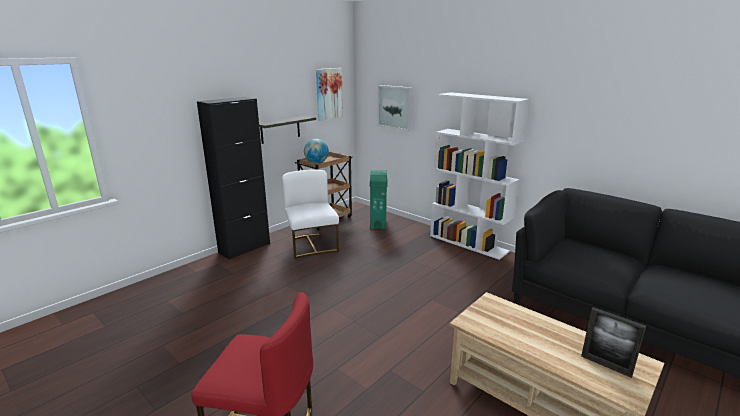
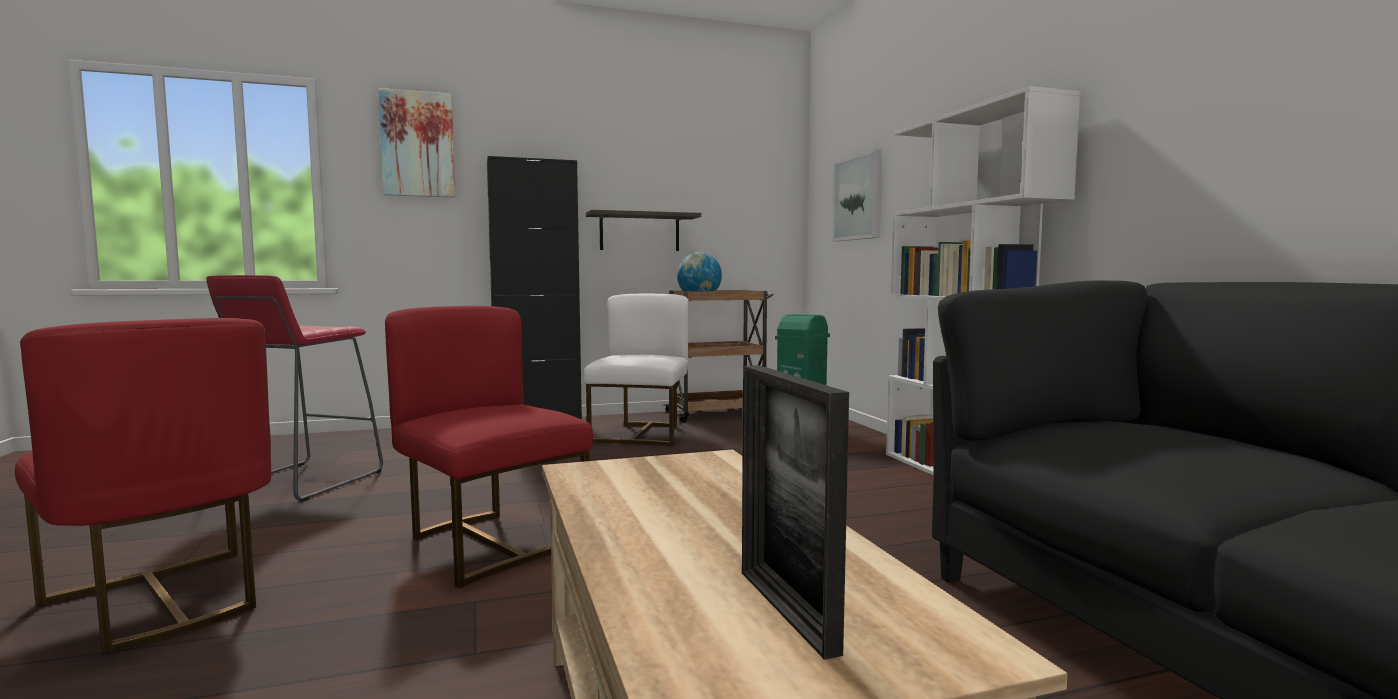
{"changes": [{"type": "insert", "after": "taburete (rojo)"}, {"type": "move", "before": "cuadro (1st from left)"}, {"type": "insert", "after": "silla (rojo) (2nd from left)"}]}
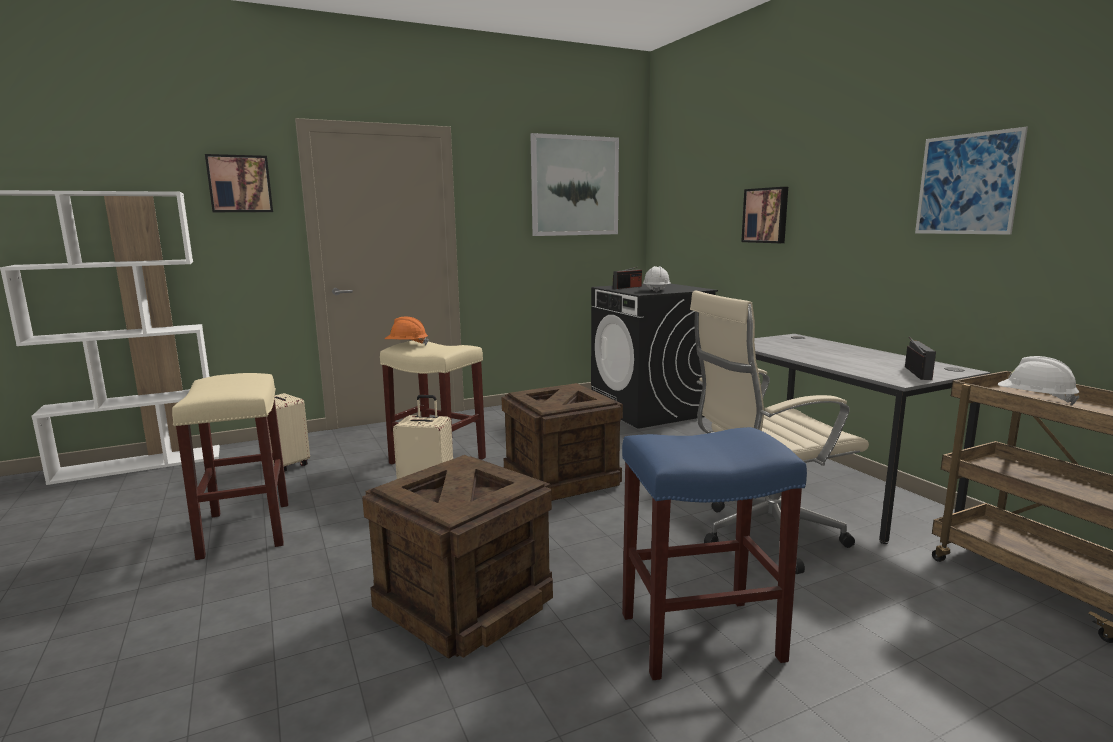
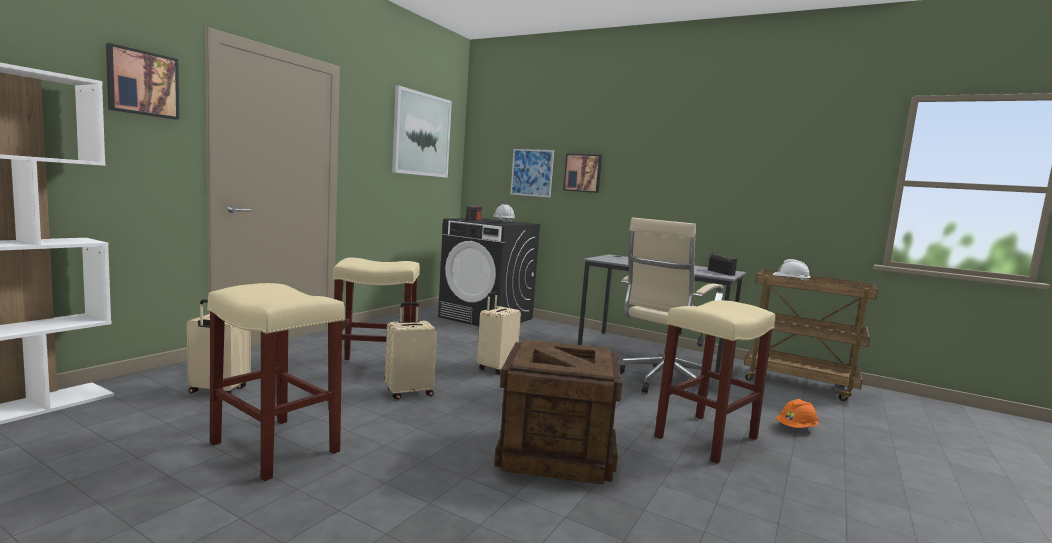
{"changes": [{"type": "replace", "before": "caja de embalaje (2nd from left)", "after": "maleta (beis) (3rd from left)"}, {"type": "move", "before": "cuadro (4th from left in the first image)", "after": "cuadro (3rd from left)"}, {"type": "recolor", "before": "taburete (azul)", "after": "taburete (beis) (3rd from left)"}, {"type": "move", "before": "casco (naranja)"}]}
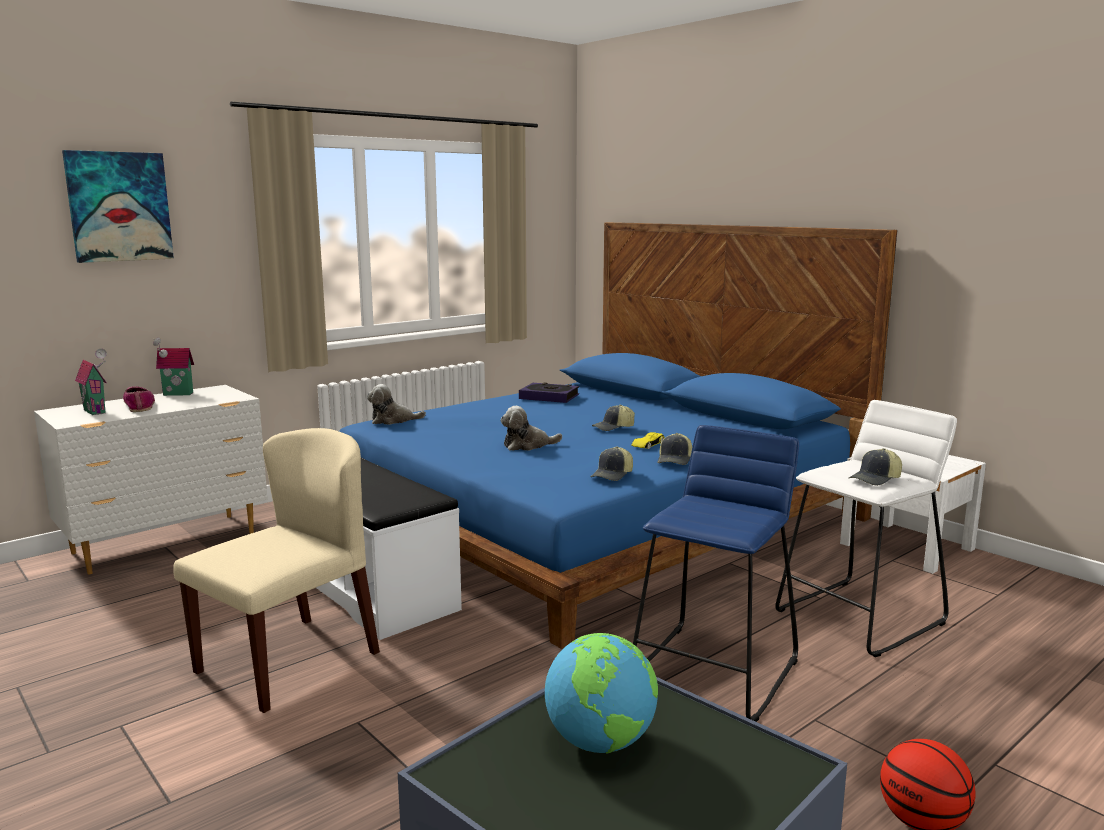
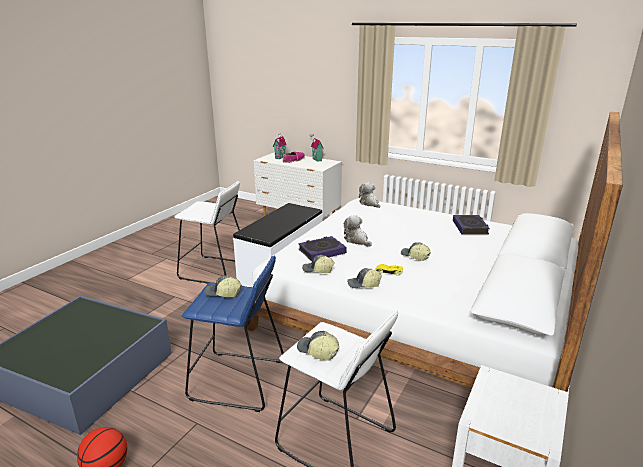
{"changes": [{"type": "replace", "before": "silla (beis)", "after": "taburete (blanco) (1st from left)"}, {"type": "insert", "after": "gorra (1st from left)"}, {"type": "recolor", "before": "cama (azul)", "after": "cama (blanco)"}, {"type": "insert", "after": "libro (1st from left)"}, {"type": "delete", "before": "cuadro"}, {"type": "delete", "before": "globo terráqueo"}]}
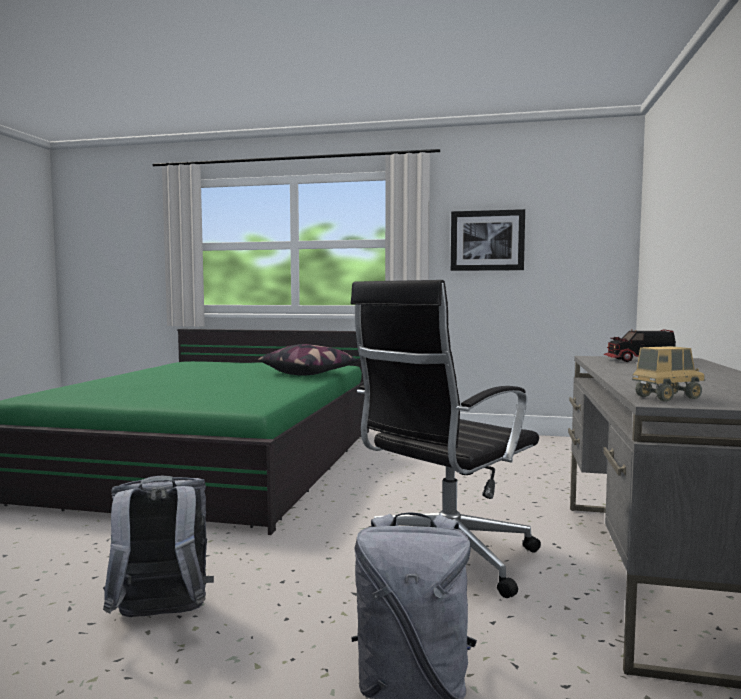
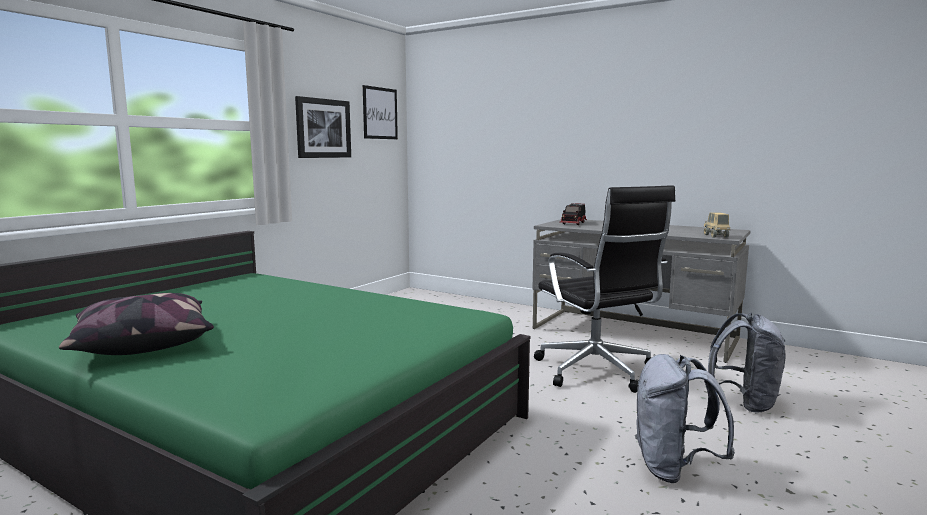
{"changes": [{"type": "move", "before": "cojín"}, {"type": "insert", "after": "cuadro (2nd from left)"}]}
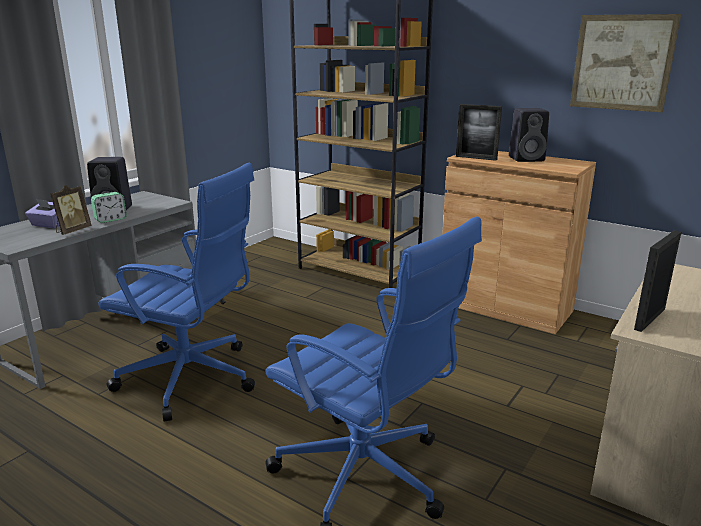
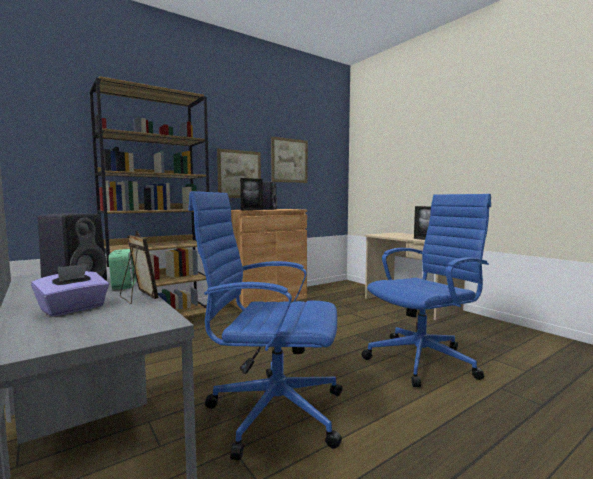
{"changes": [{"type": "rotate", "before": "silla de oficina (azul) (1st from left)", "turn": -120}, {"type": "insert", "after": "cuadro (1st from left)"}]}
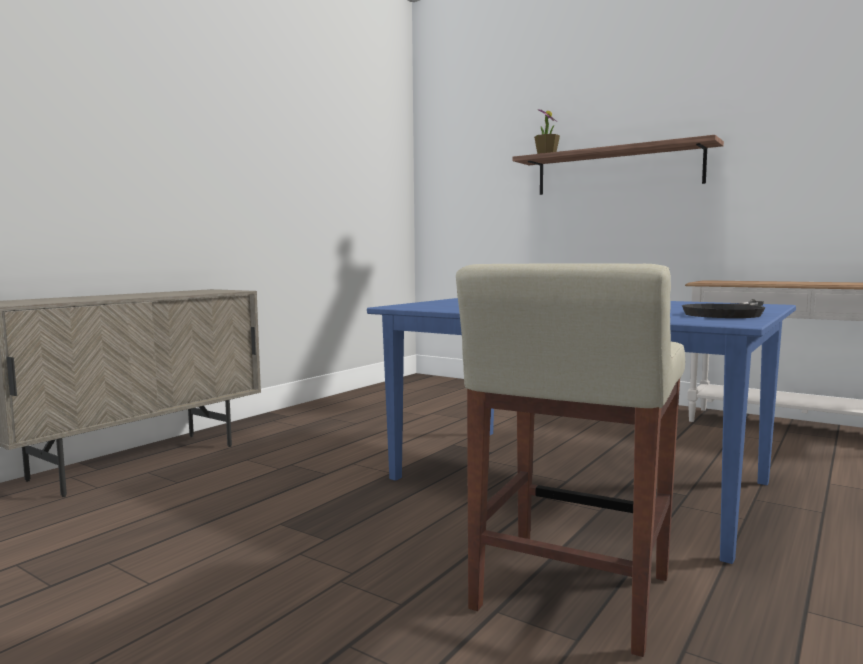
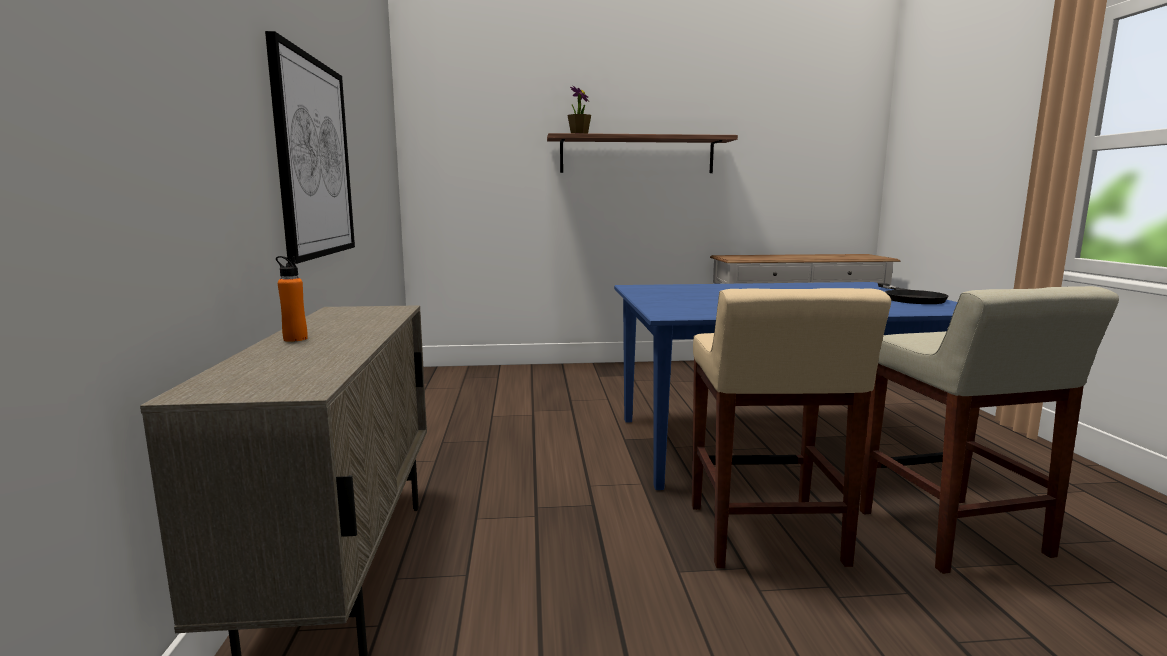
{"changes": [{"type": "insert", "after": "cuadro"}, {"type": "insert", "after": "botella (naranja)"}, {"type": "insert", "after": "taburete (beis) (1st from left)"}]}
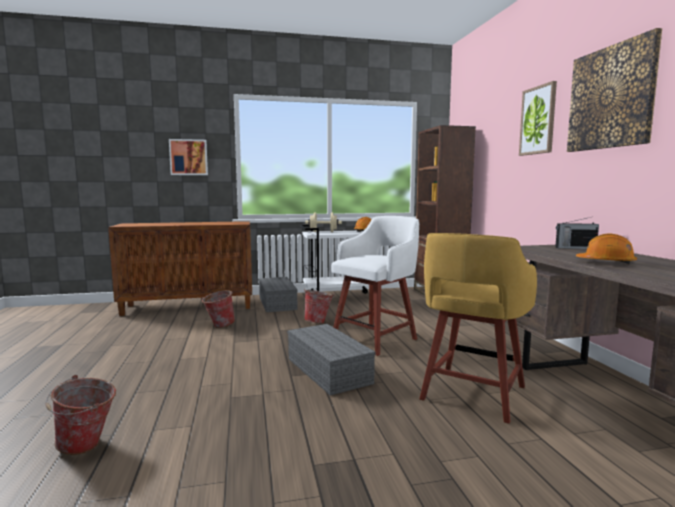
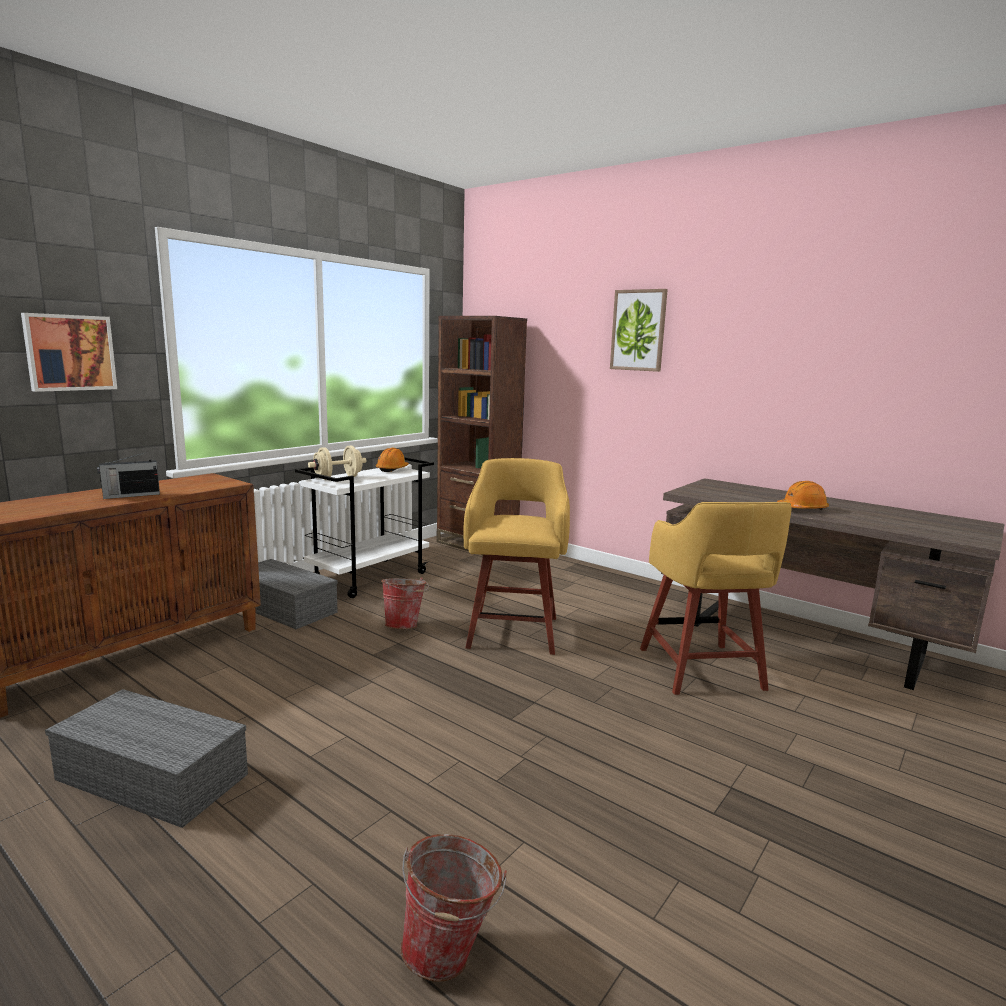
{"changes": [{"type": "move", "before": "caja de almacenaje (gris) (2nd from left in the first image)", "after": "caja de almacenaje (gris) (1st from left)"}, {"type": "move", "before": "radio"}, {"type": "recolor", "before": "taburete (blanco)", "after": "taburete (amarillo) (1st from left)"}, {"type": "delete", "before": "cubo (2nd from left)"}, {"type": "delete", "before": "cuadro (3rd from left)"}]}
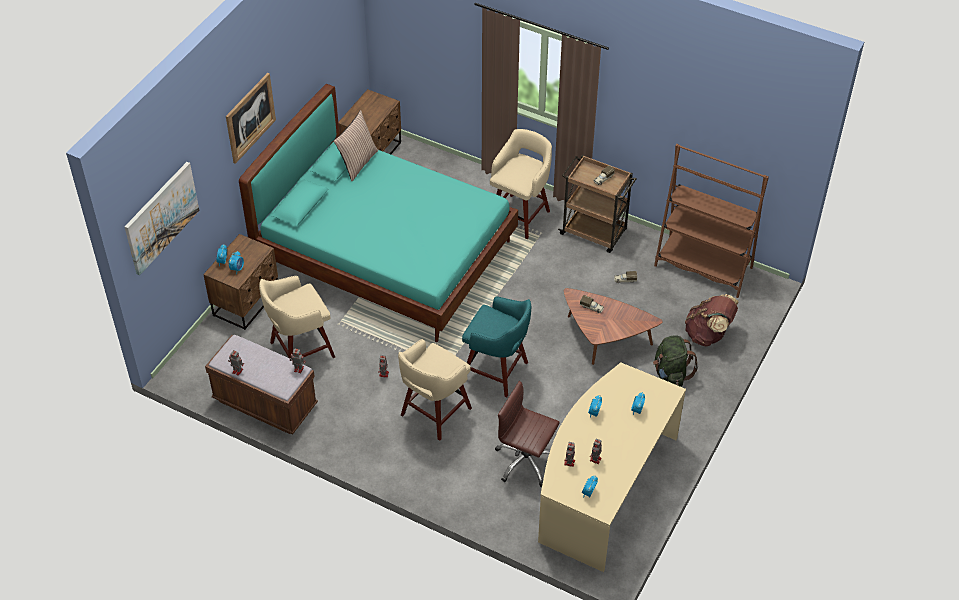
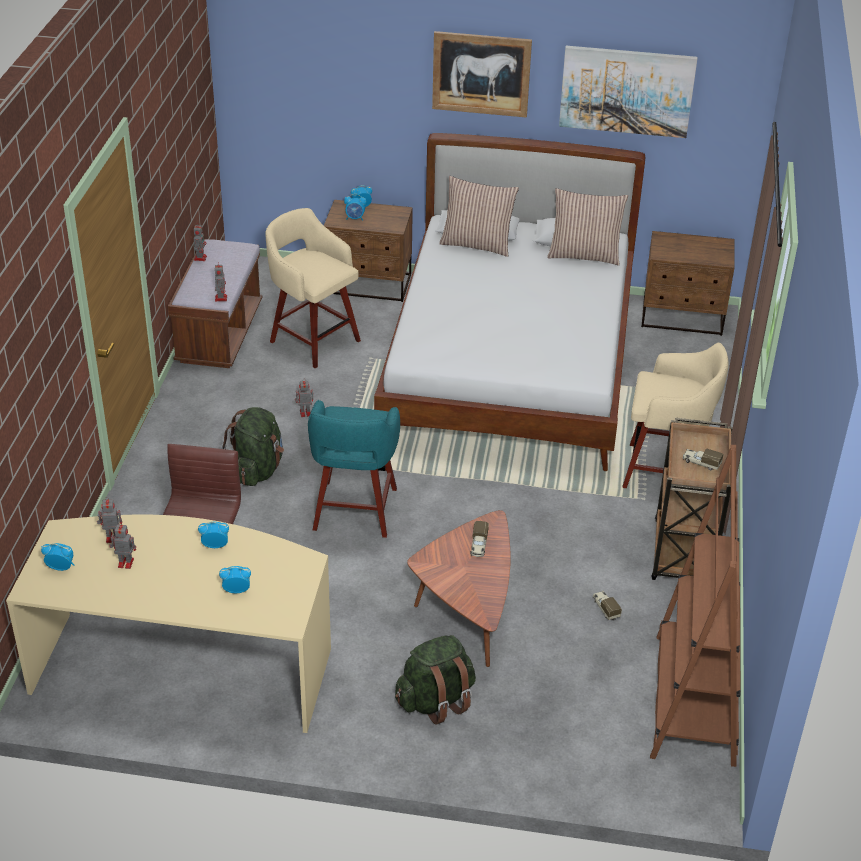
{"changes": [{"type": "replace", "before": "taburete (beis) (2nd from left)", "after": "mochila (verde) (1st from left)"}, {"type": "recolor", "before": "cama (turquesa)", "after": "cama (blanco)"}, {"type": "insert", "after": "cojín (1st from left)"}, {"type": "move", "before": "cuadro (1st from left in the first image)", "after": "cuadro (2nd from left)"}, {"type": "delete", "before": "mochila (marrón)"}]}
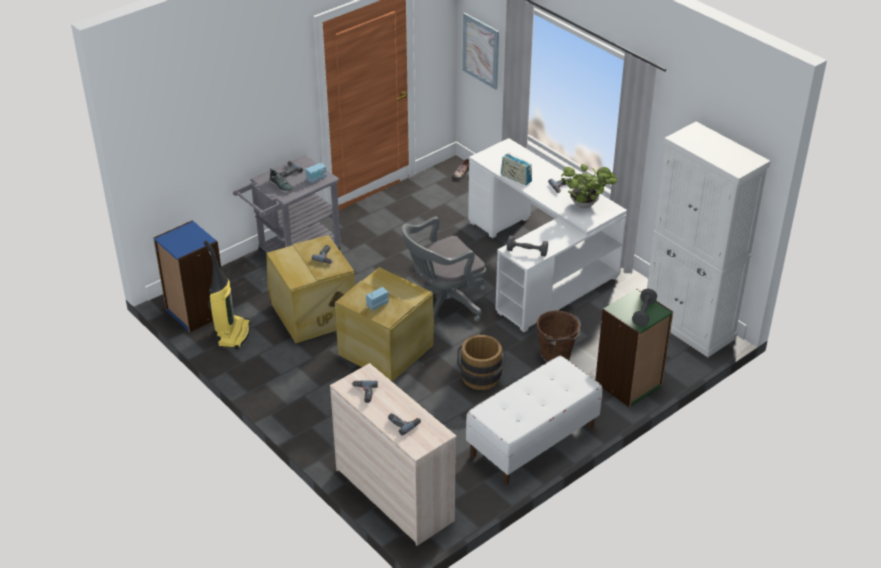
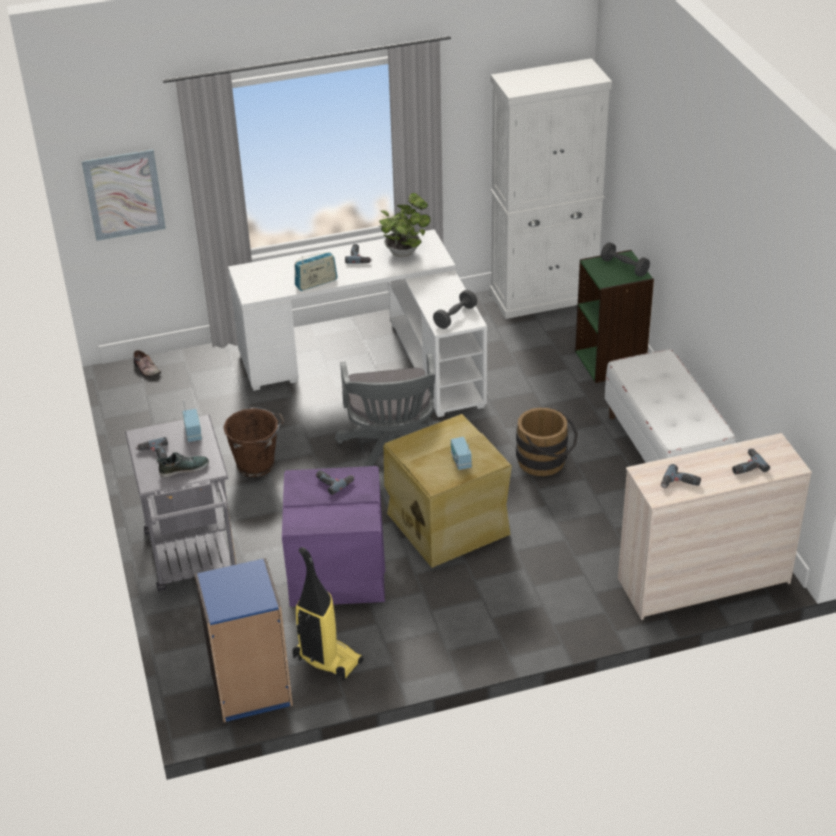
{"changes": [{"type": "move", "before": "cubo (marrón) (2nd from left in the first image)", "after": "cubo (marrón) (1st from left)"}, {"type": "recolor", "before": "caja de almacenaje (beis) (1st from left)", "after": "caja de almacenaje (morado)"}]}
